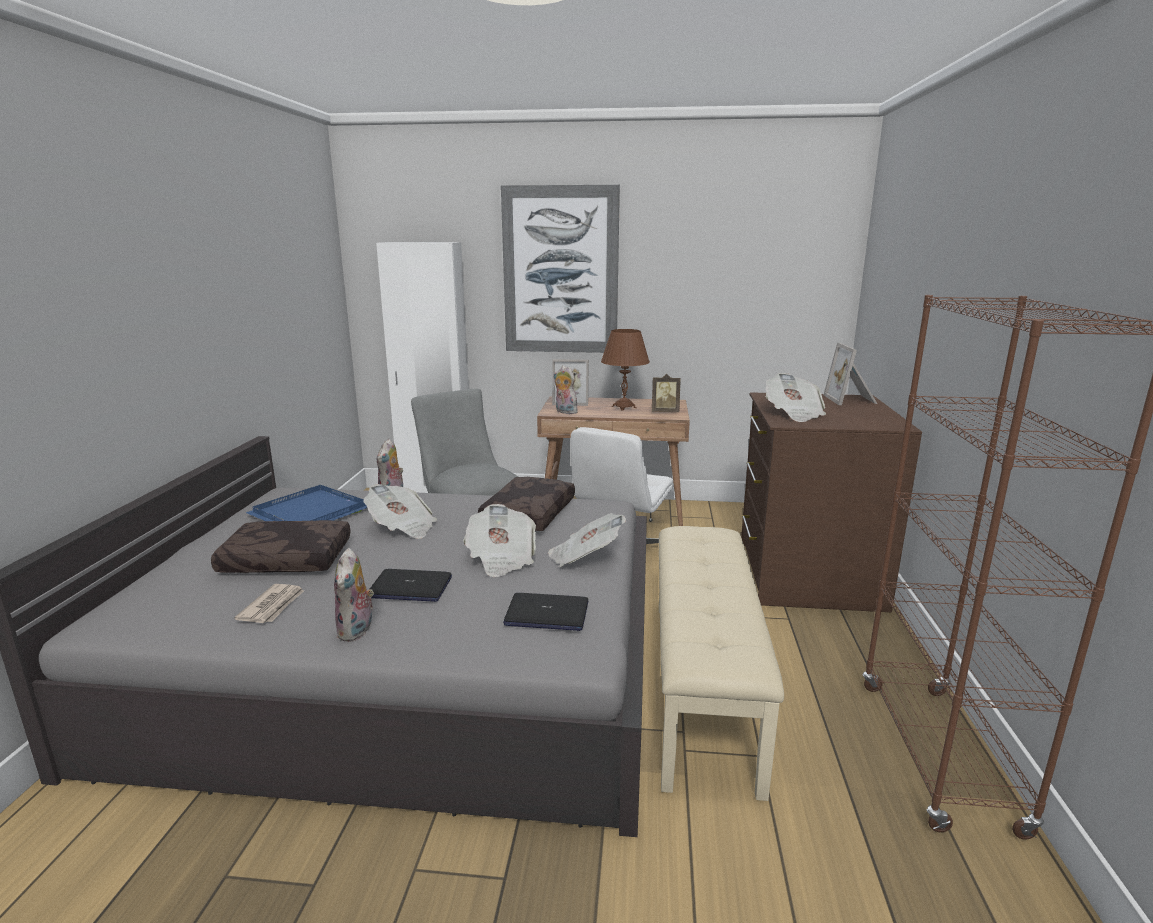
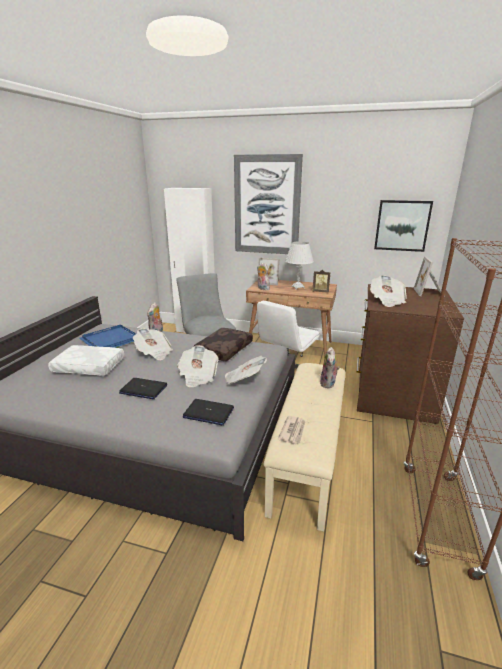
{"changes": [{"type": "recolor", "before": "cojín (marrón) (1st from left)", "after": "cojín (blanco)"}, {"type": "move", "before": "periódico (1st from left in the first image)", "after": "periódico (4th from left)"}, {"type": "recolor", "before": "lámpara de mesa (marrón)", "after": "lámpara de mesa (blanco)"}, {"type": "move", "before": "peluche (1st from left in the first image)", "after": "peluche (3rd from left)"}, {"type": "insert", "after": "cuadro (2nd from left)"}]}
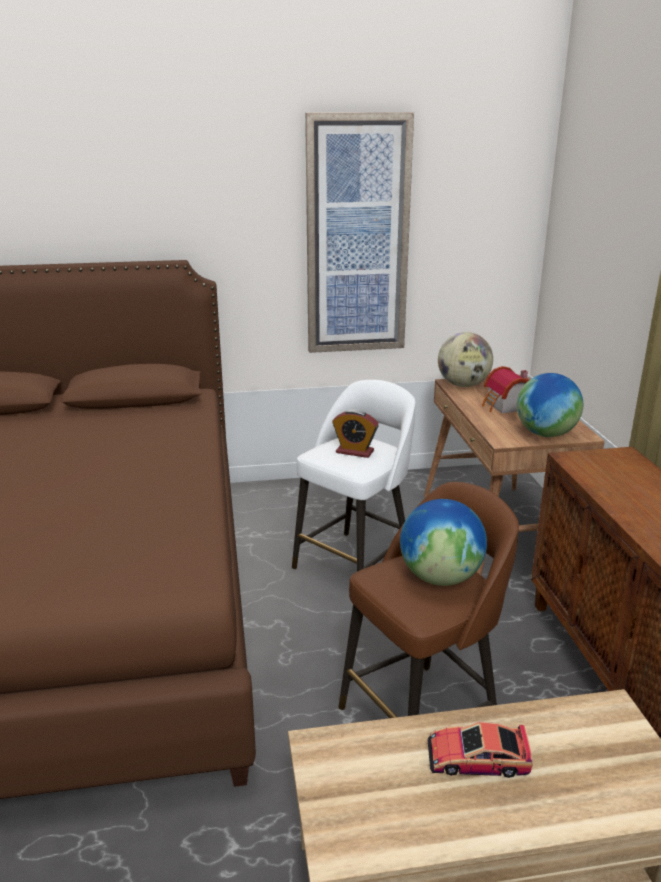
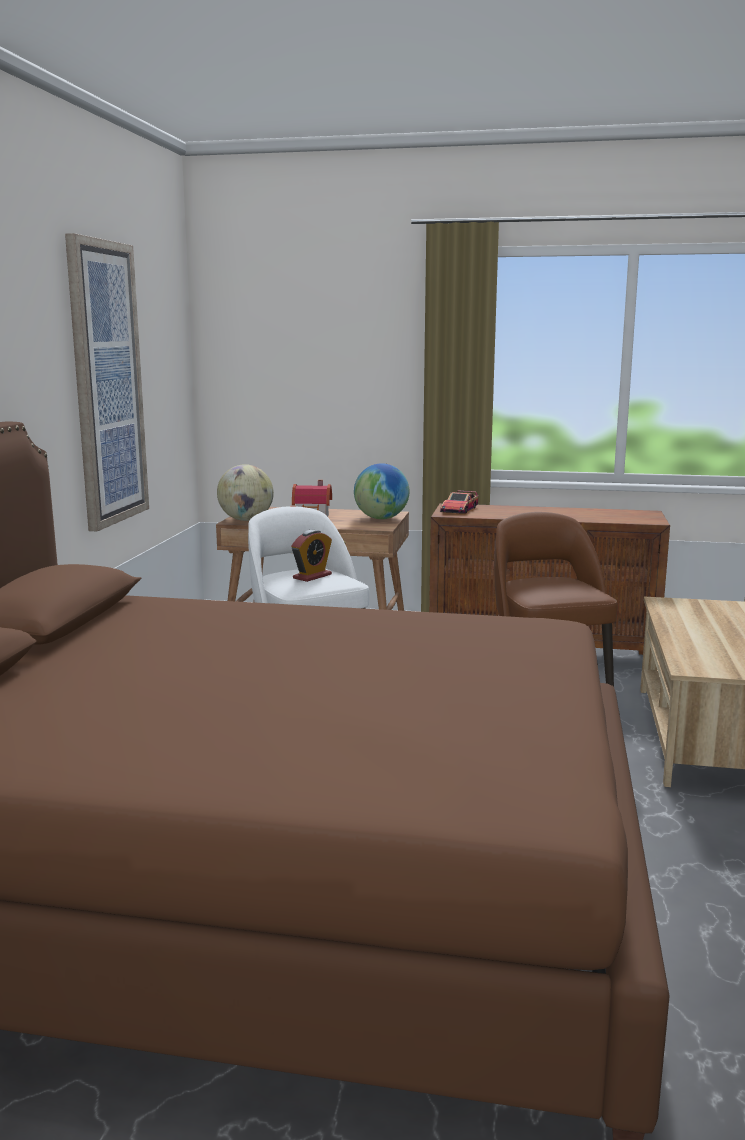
{"changes": [{"type": "move", "before": "coche de juguete"}, {"type": "delete", "before": "globo terráqueo (1st from left)"}]}
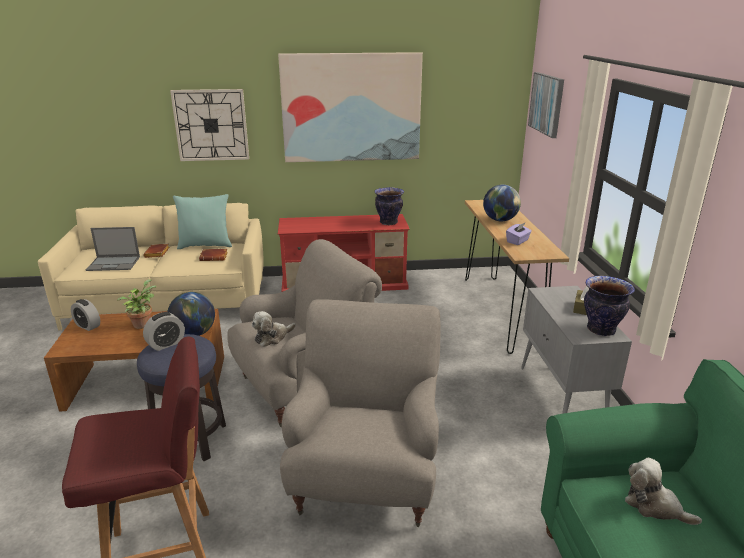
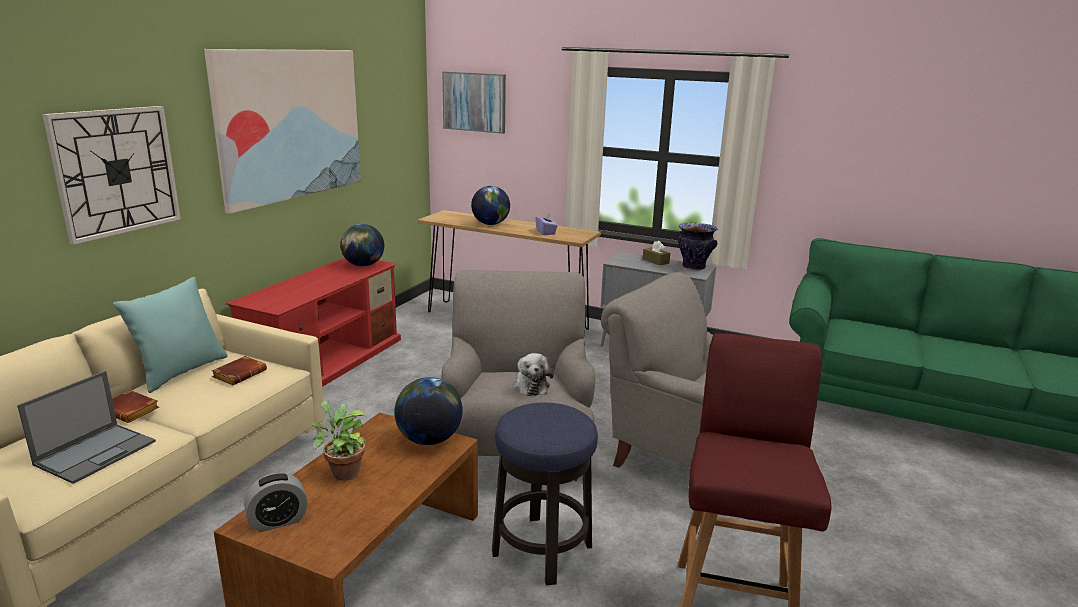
{"changes": [{"type": "replace", "before": "florero (1st from left)", "after": "globo terráqueo (1st from left)"}, {"type": "delete", "before": "despertador (2nd from left)"}, {"type": "delete", "before": "peluche (2nd from left)"}]}
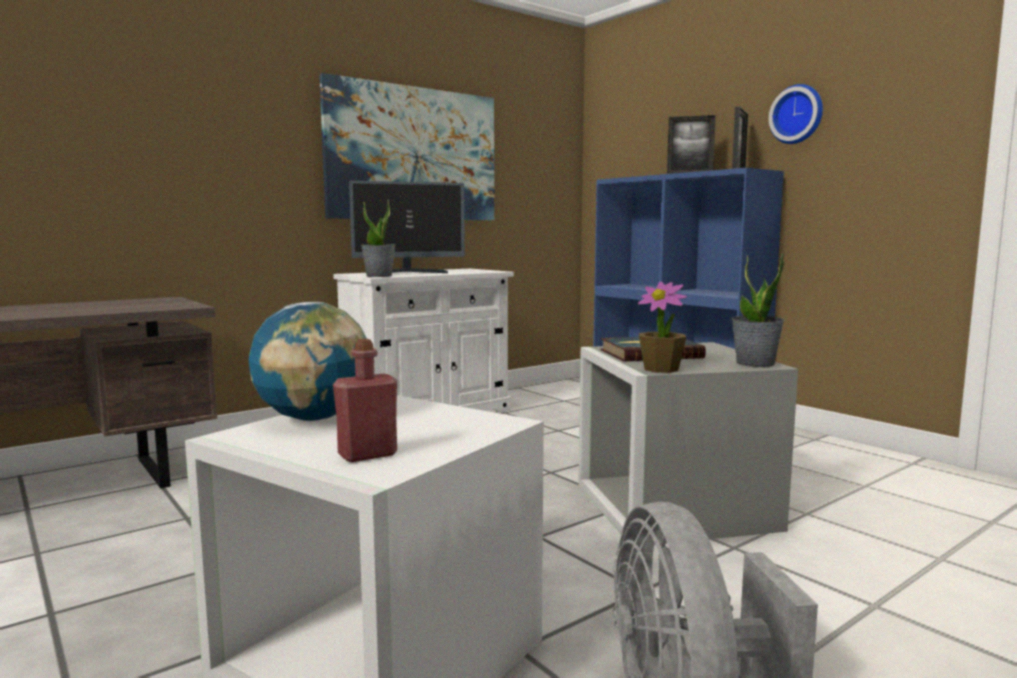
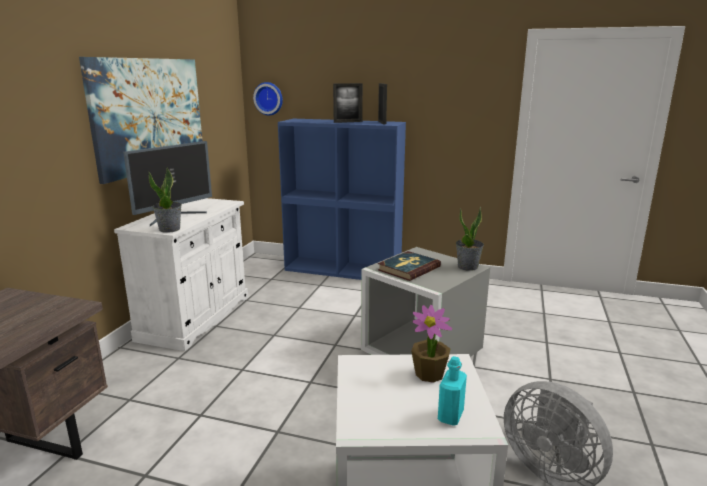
{"changes": [{"type": "move", "before": "reloj de pared"}, {"type": "move", "before": "planta en maceta (2nd from left)"}, {"type": "recolor", "before": "botella (rojo)", "after": "botella (turquesa)"}, {"type": "delete", "before": "globo terráqueo"}]}
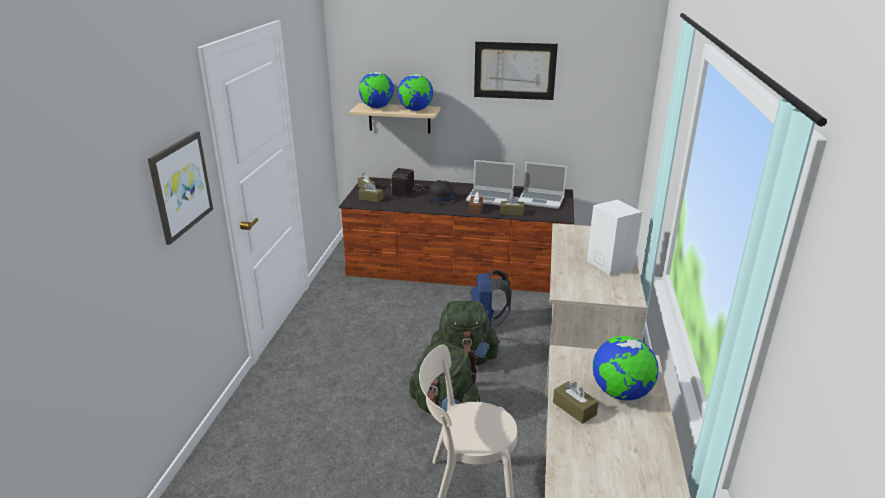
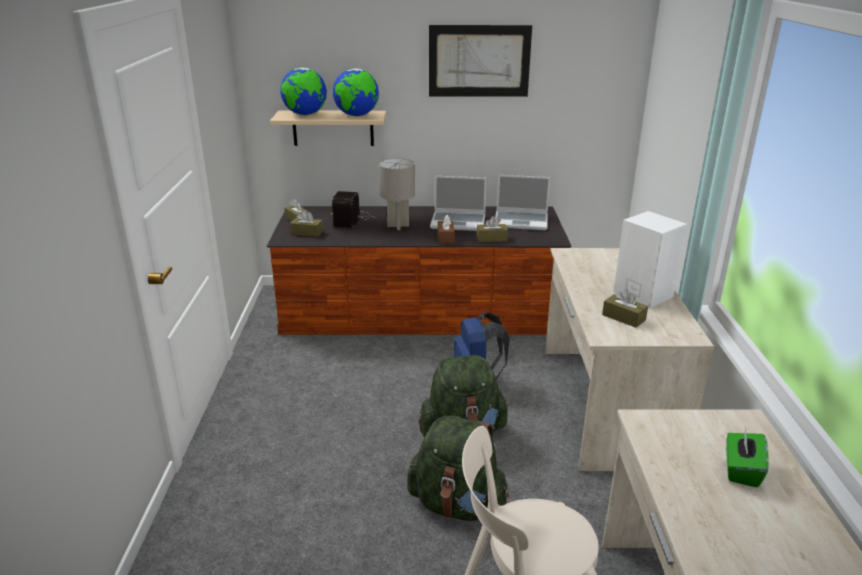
{"changes": [{"type": "replace", "before": "sombrero (negro)", "after": "lámpara de mesa (gris)"}, {"type": "move", "before": "caja de pañuelos (marrón) (5th from left)"}, {"type": "replace", "before": "globo terráqueo (3rd from left)", "after": "caja de pañuelos (verde)"}, {"type": "delete", "before": "cuadro (1st from left)"}]}
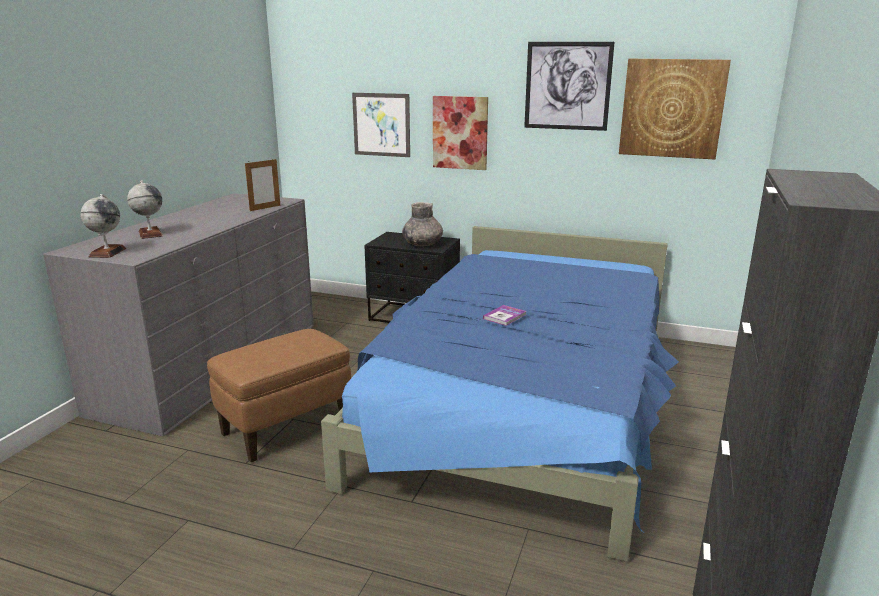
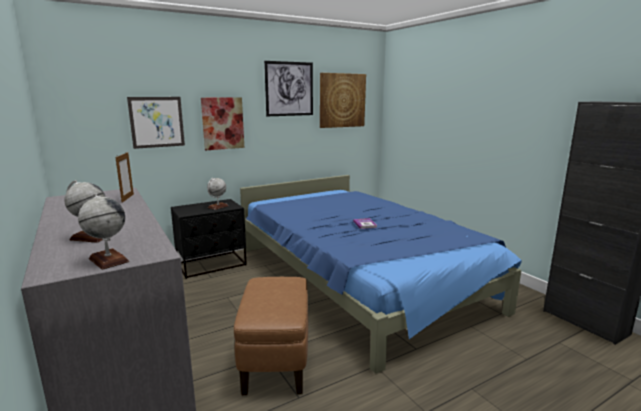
{"changes": [{"type": "replace", "before": "florero (gris)", "after": "globo terráqueo (3rd from left)"}]}
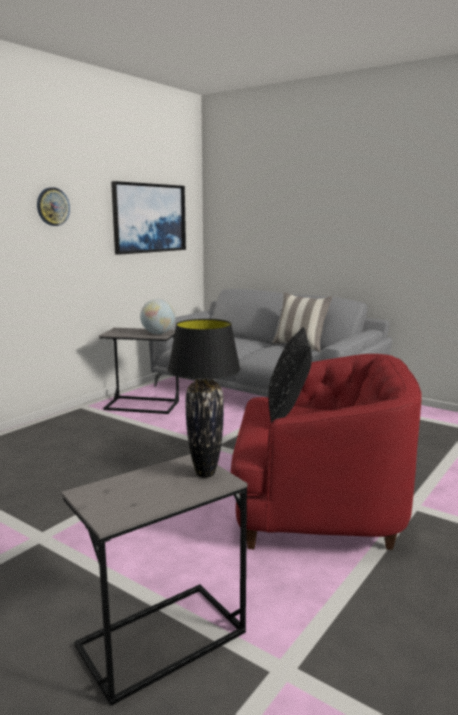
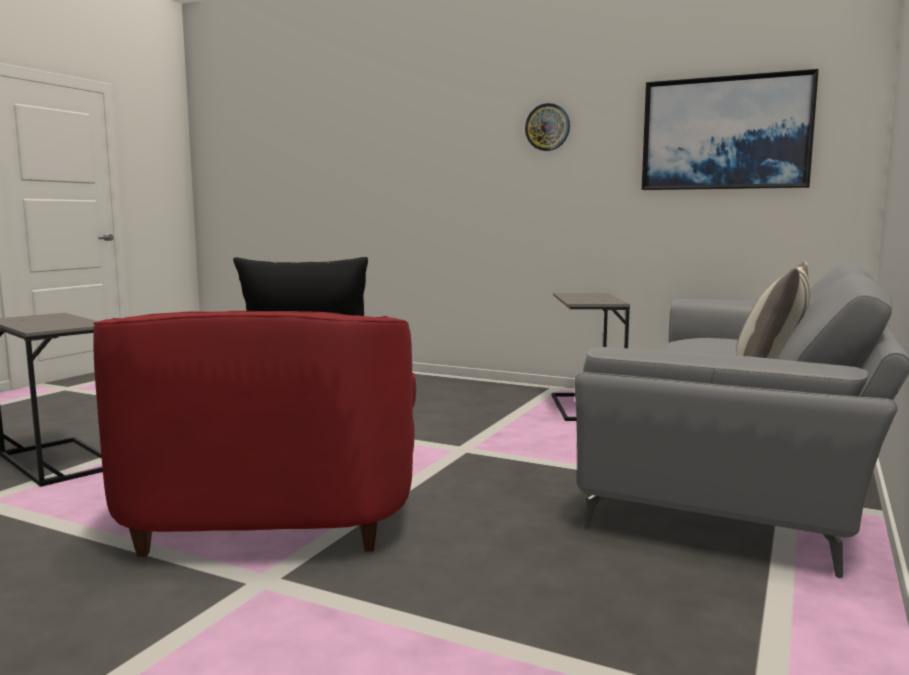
{"changes": [{"type": "delete", "before": "globo terráqueo"}, {"type": "delete", "before": "lámpara de mesa (negro)"}]}
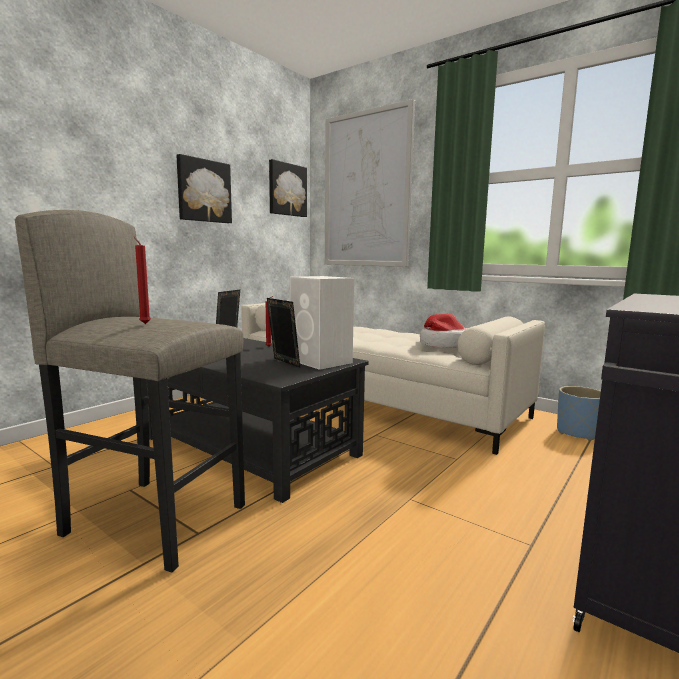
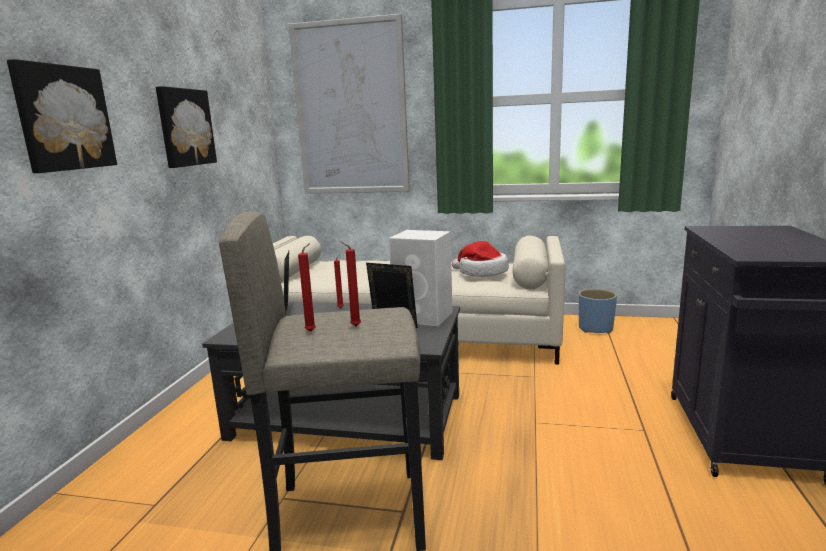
{"changes": [{"type": "move", "before": "cuadro (2nd from left in the first image)", "after": "cuadro (1st from left)"}, {"type": "insert", "after": "vela (rojo) (1st from left)"}]}
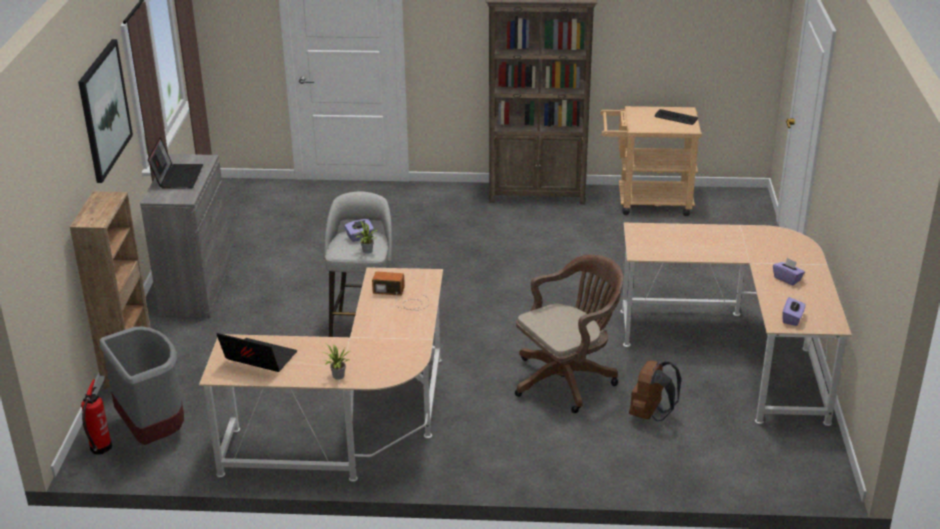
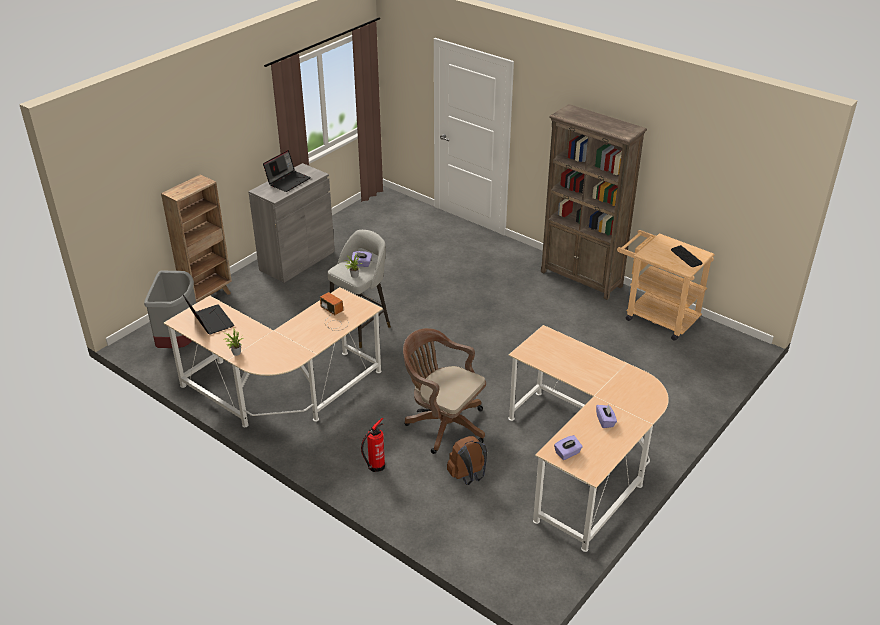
{"changes": [{"type": "move", "before": "extintor"}, {"type": "rotate", "before": "silla de oficina (marrón)", "turn": -150}, {"type": "delete", "before": "cuadro"}]}
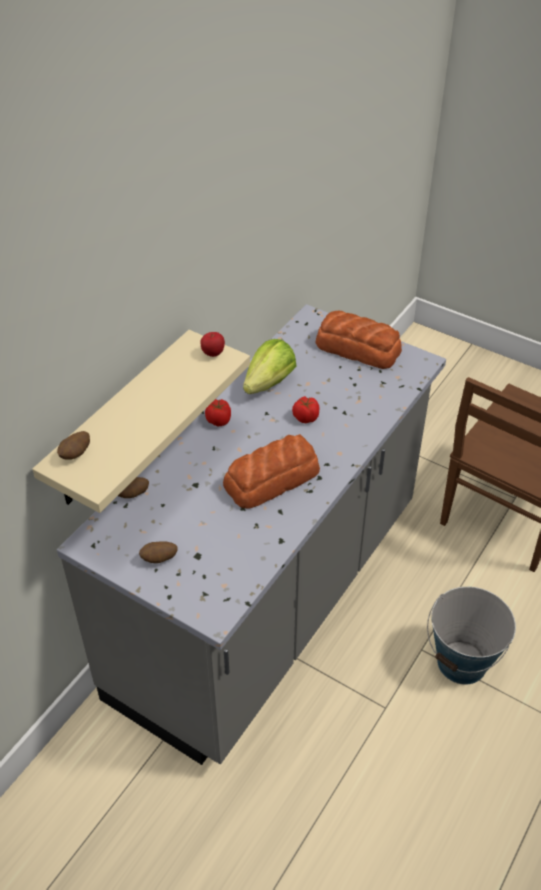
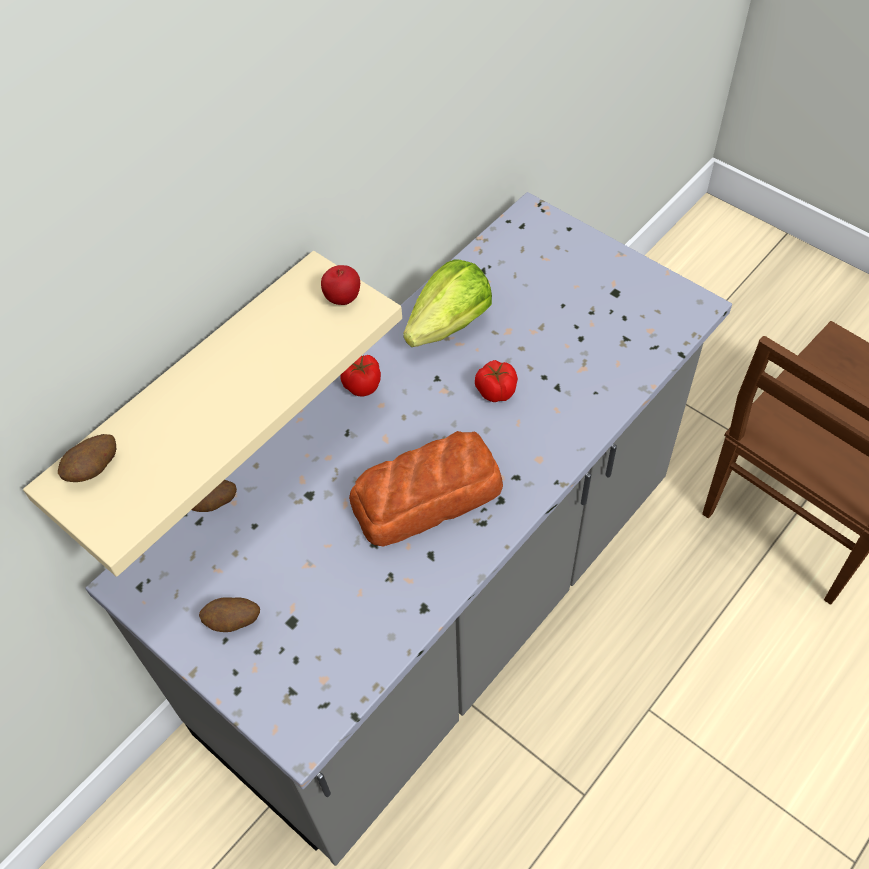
{"changes": [{"type": "delete", "before": "pan (2nd from left)"}, {"type": "delete", "before": "cubo"}]}
